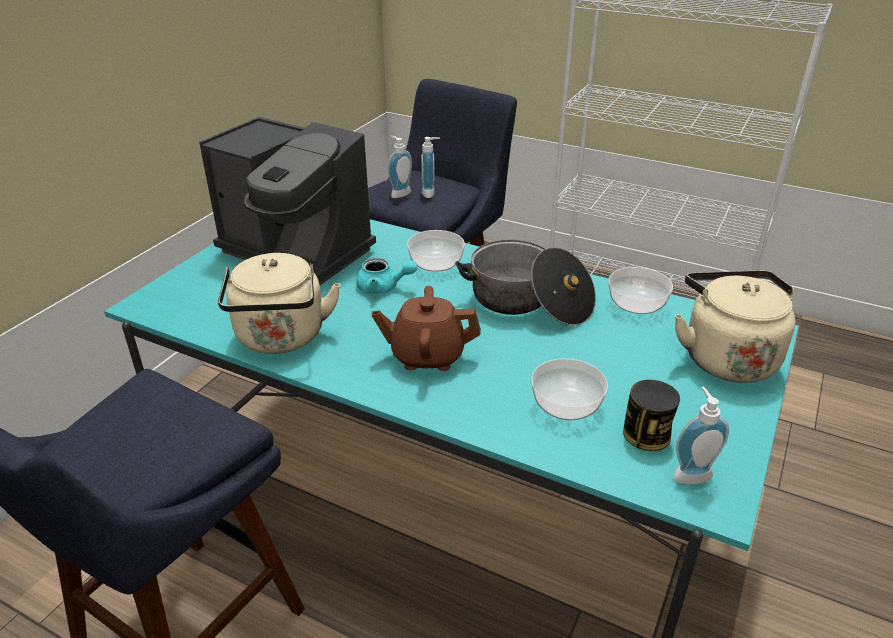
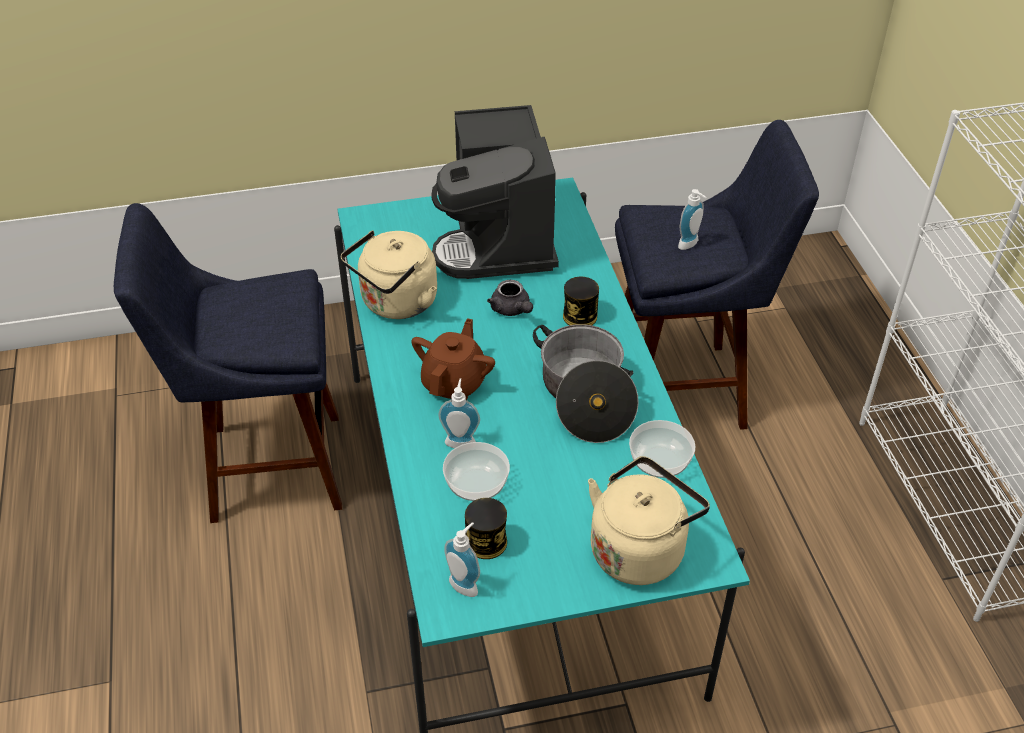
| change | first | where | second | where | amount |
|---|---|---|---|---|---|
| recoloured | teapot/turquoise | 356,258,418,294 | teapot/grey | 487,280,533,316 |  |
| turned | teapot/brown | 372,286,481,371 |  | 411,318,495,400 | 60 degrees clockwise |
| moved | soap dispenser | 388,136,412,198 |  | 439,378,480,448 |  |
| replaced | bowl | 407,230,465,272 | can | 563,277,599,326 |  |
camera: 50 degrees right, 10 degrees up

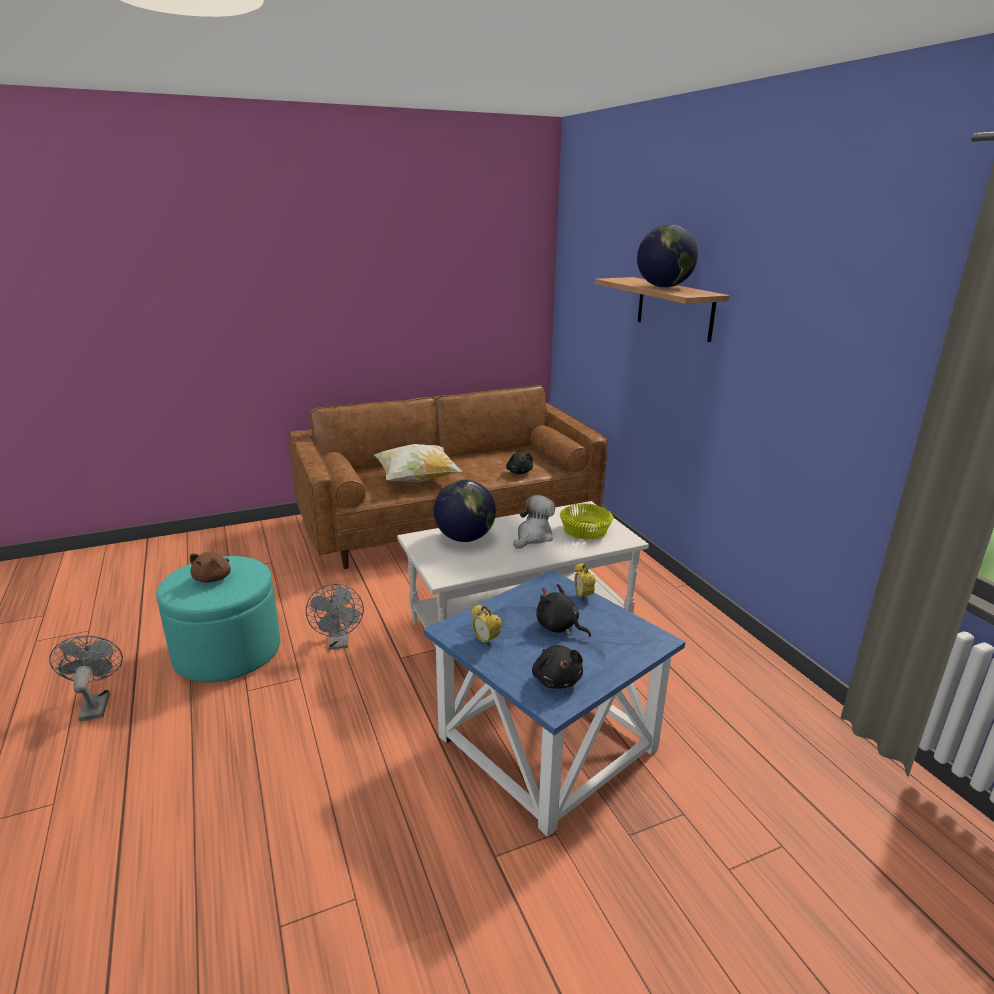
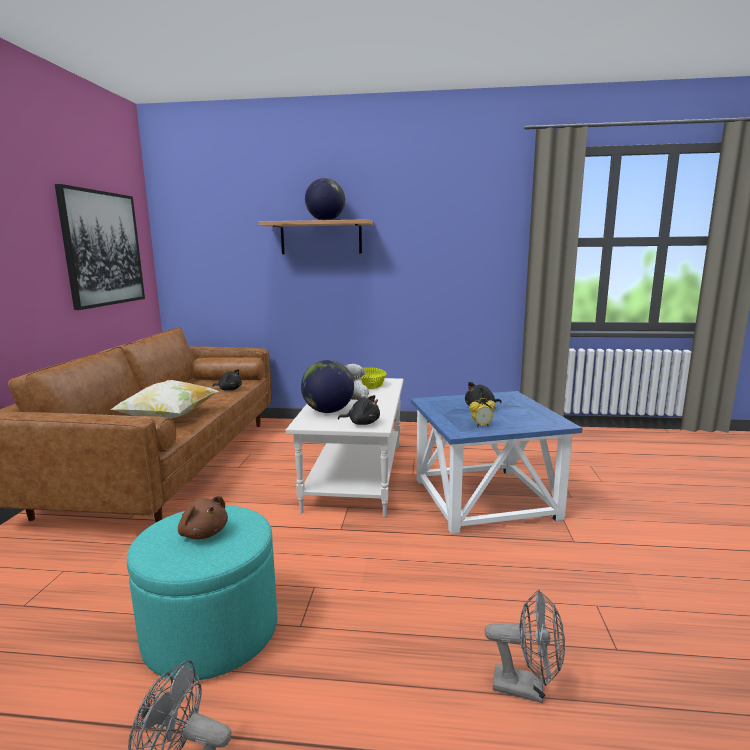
| change | first | where | second | where | amount |
|---|---|---|---|---|---|
| moved | fan/grey | 306,584,364,650 |  | 485,589,565,703 |  |
| moved | plush toy/black | 532,645,583,689 |  | 338,395,380,425 |  |
| removed | alarm clock | 574,563,596,601 |  |  |  |
| added |  |  | picture | 55,184,145,310 |  |
camera: 60 degrees left, 10 degrees down

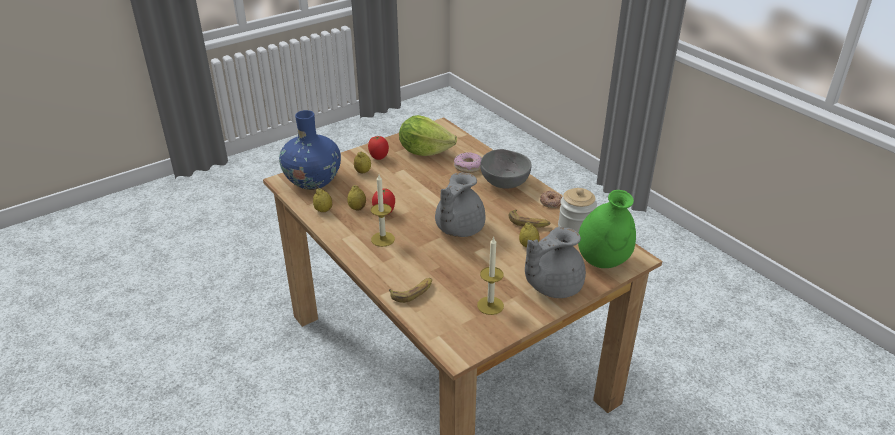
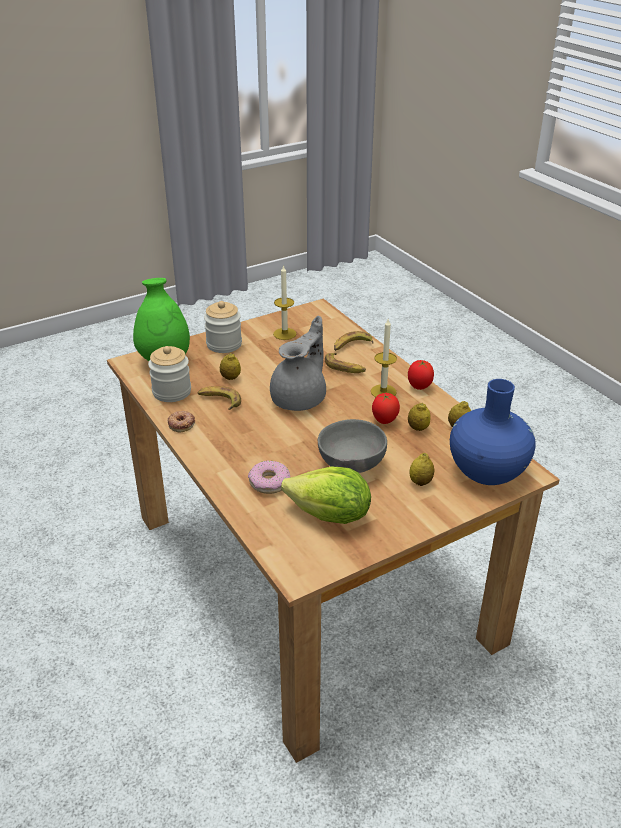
| change | first | where | second | where | amount |
|---|---|---|---|---|---|
| moved | tomato | 368,136,389,160 |  | 408,360,434,390 |  |
| moved | bowl/grey | 480,149,532,189 |  | 318,419,387,473 |  |
| replaced | teapot/grey | 525,227,586,298 | jar | 204,301,242,353 |  |
| added |  |  | banana | 325,353,366,373 |  |
camera: 175 degrees left, 0 degrees up

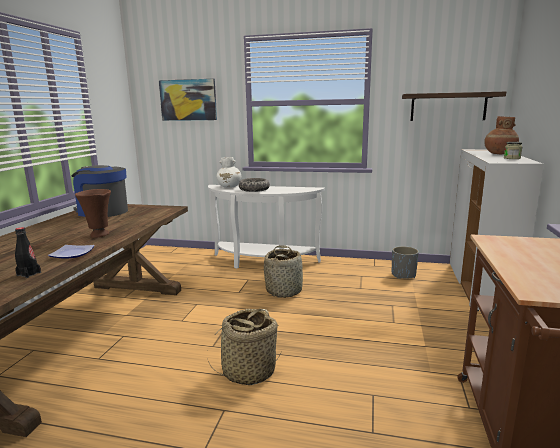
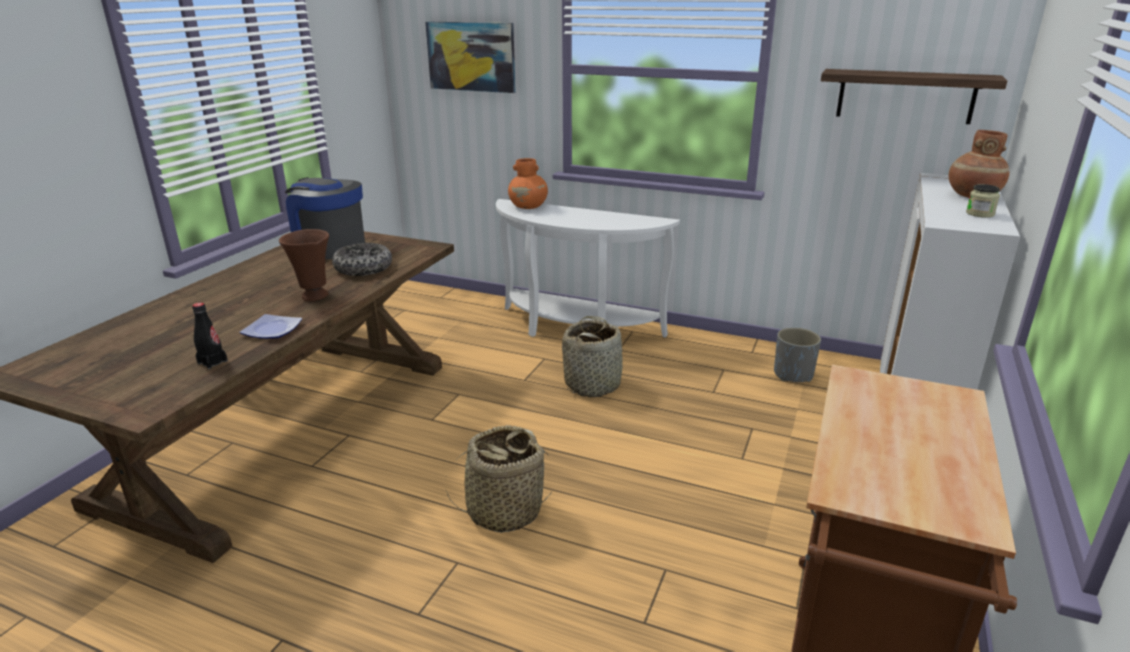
| change | first | where | second | where | amount |
|---|---|---|---|---|---|
| recoloured | vase/white | 217,157,241,188 | vase/orange | 508,158,548,209 |  |
| moved | bowl | 239,178,270,192 |  | 332,243,392,276 |  |
camera: 10 degrees right, 10 degrees up

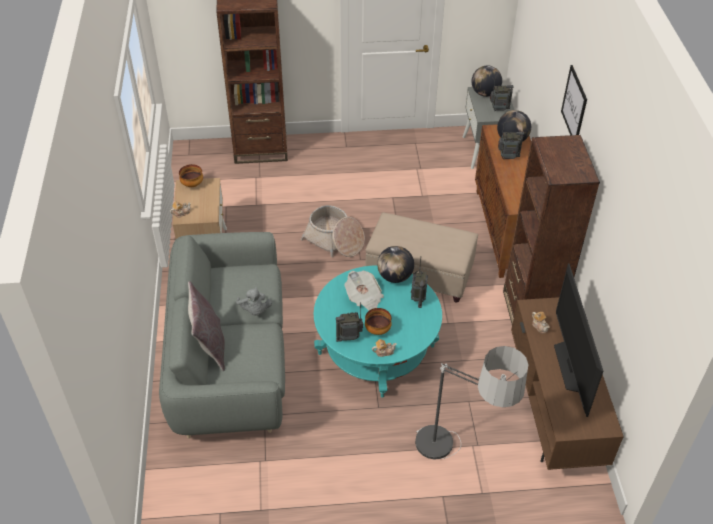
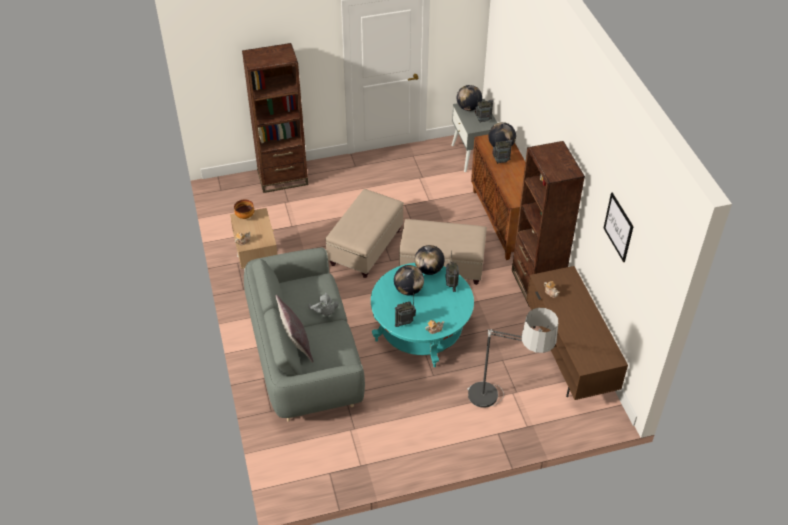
| change | first | where | second | where | amount |
|---|---|---|---|---|---|
| replaced | basket | 300,205,365,257 | ottoman/beige | 325,189,404,278 |  |
| replaced | newspaper | 344,271,384,311 | globe | 394,265,424,295 |  |
| removed | bowl | 365,308,392,335 |  |  |  |
| removed | television | 554,264,603,417 |  |  |  |
| moved | picture | 561,65,587,135 |  | 603,192,634,262 |  |
camera: 10 degrees left, 0 degrees up

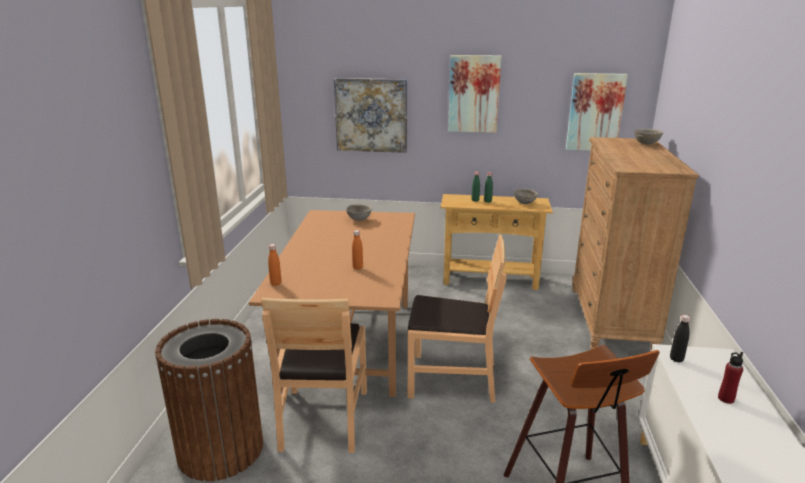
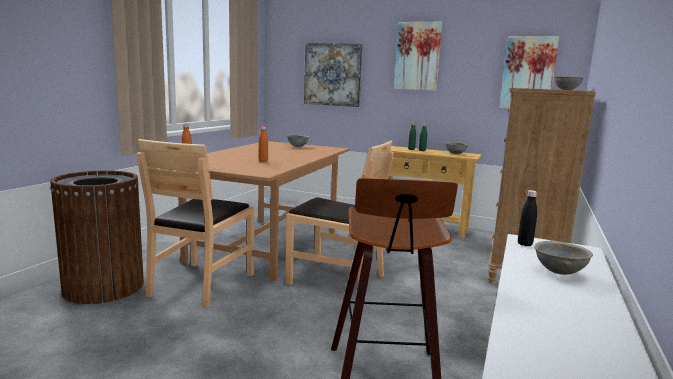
| change | first | where | second | where | amount |
|---|---|---|---|---|---|
| replaced | bottle/red | 718,352,743,404 | bowl/grey | 534,241,593,275 |  |
camera: 15 degrees right, 10 degrees down

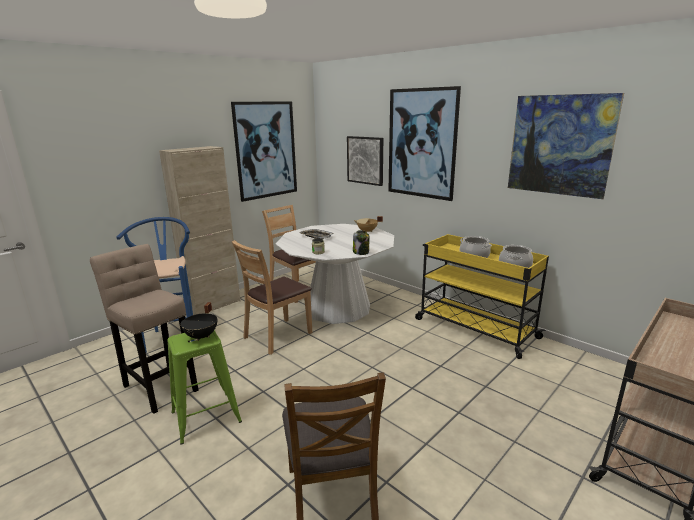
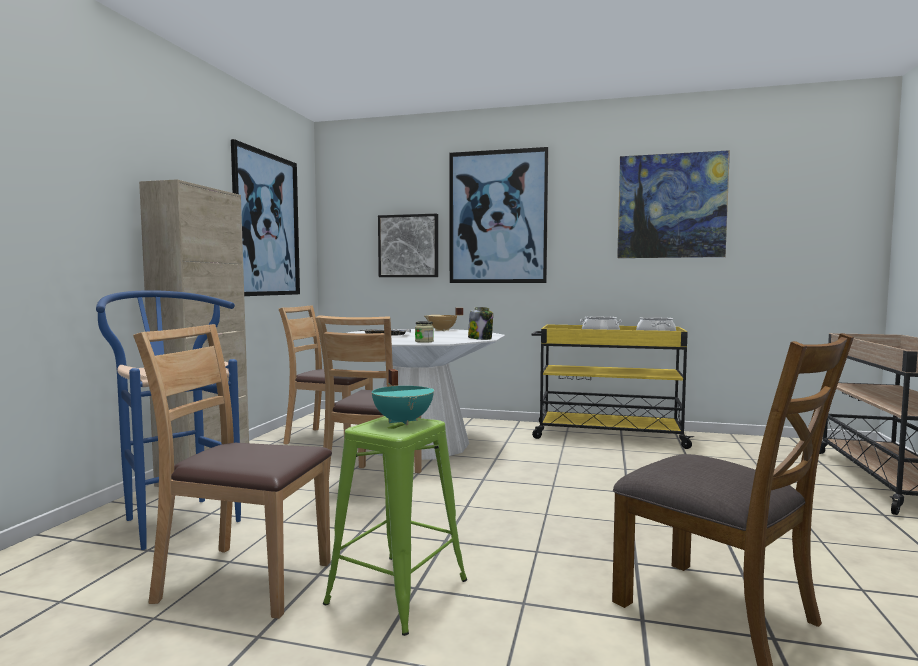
| change | first | where | second | where | amount |
|---|---|---|---|---|---|
| replaced | stool/beige | 90,244,198,414 | chair/brown | 133,324,332,619 |  |
| recoloured | cooking pot/black | 181,302,217,341 | cooking pot/turquoise | 372,369,434,425 |  |
camera: 30 degrees left, 15 degrees down

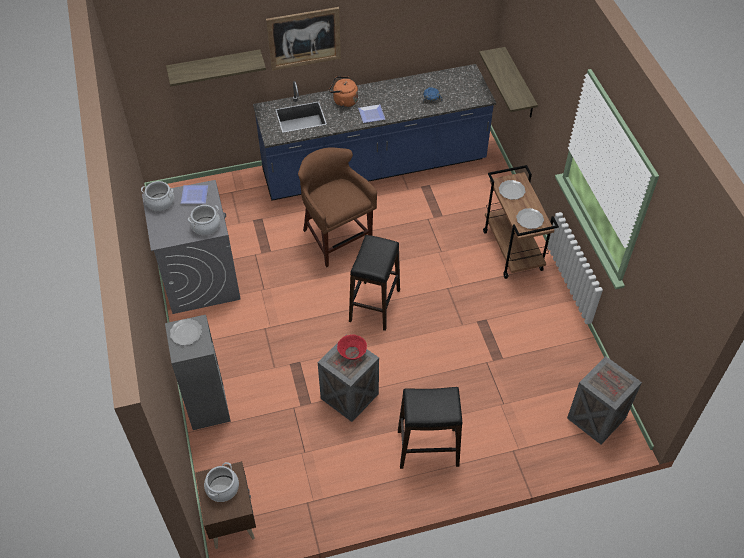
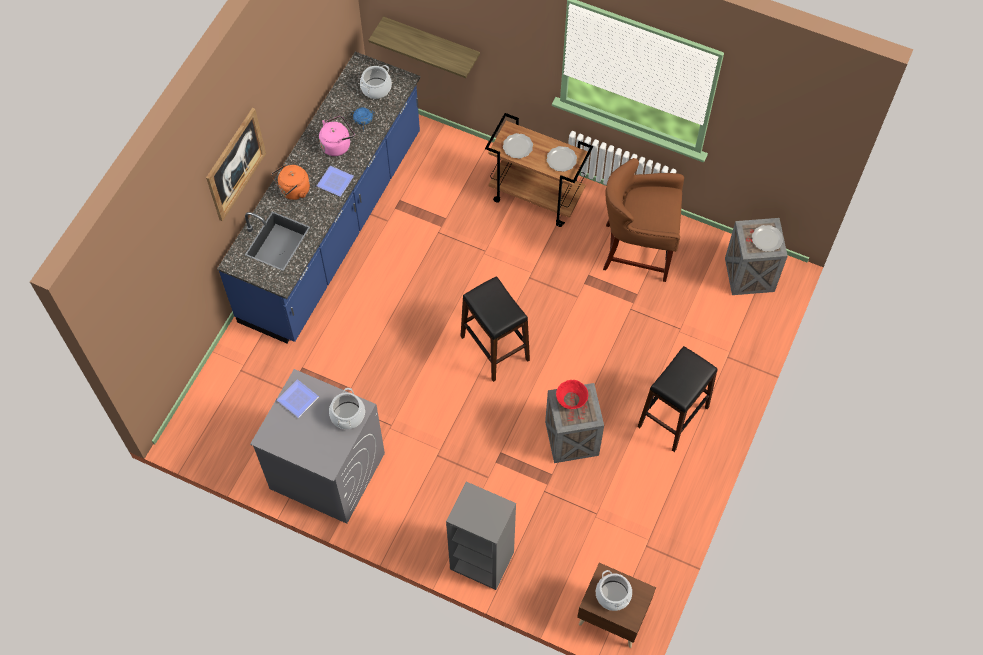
| change | first | where | second | where | amount |
|---|---|---|---|---|---|
| moved | cooking pot | 141,181,174,211 |  | 360,65,392,99 |  |
| removed | shelf | 166,50,266,86 |  |  |  |
| moved | plate | 170,319,202,346 |  | 752,225,783,252 |  |
| moved | stool/brown | 298,148,377,267 |  | 603,158,684,282 |  |
| added |  |  | kettle/pink | 319,116,354,156 |  |
camera: 50 degrees left, 10 degrees up

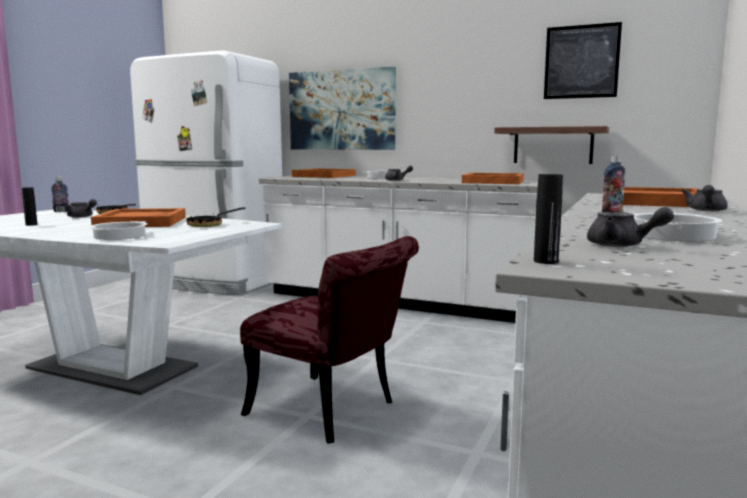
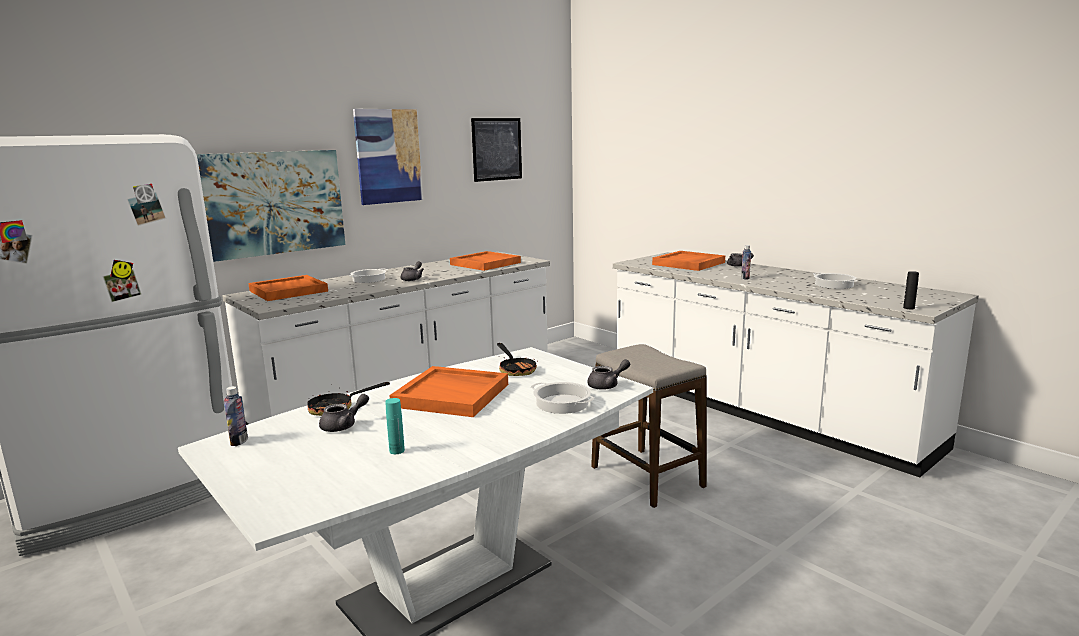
| change | first | where | second | where | amount |
|---|---|---|---|---|---|
| recoloured | bottle/black | 22,187,37,226 | bottle/turquoise | 385,398,405,454 |  |
| replaced | chair/red | 240,236,419,443 | stool | 591,344,707,508 |  |
| removed | shelf | 494,126,609,164 |  |  |  |
| moved | teapot/grey | 587,207,674,247 |  | 587,359,630,390 |  |
| added |  |  | picture | 353,109,423,205 |  |
camera: 65 degrees left, 5 degrees up

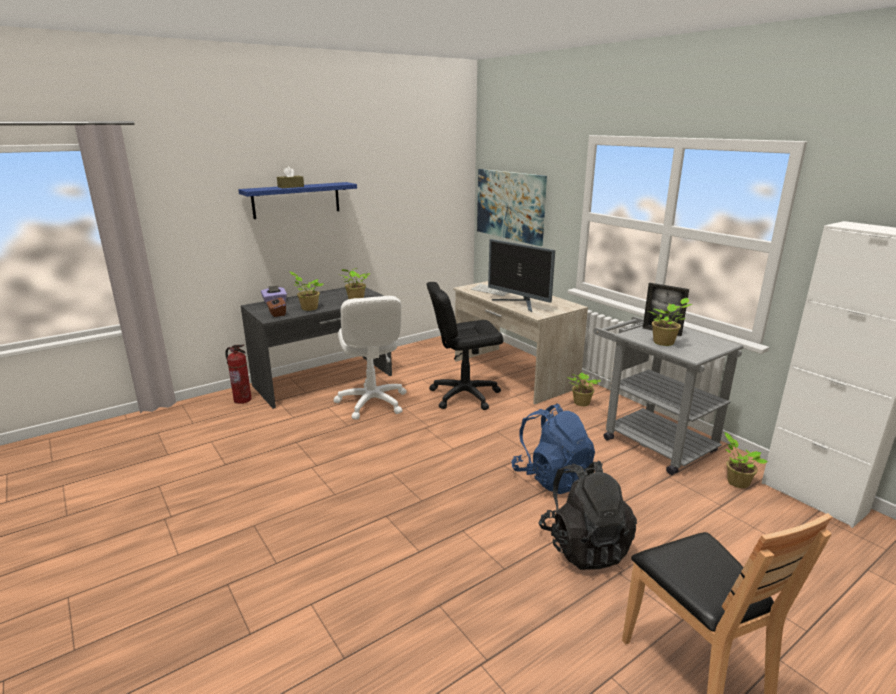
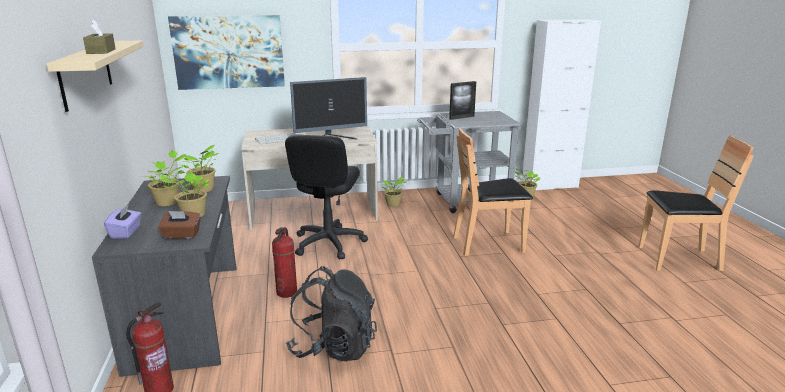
| change | first | where | second | where | amount |
|---|---|---|---|---|---|
| recoloured | shelf/blue | 238,182,357,219 | shelf/beige | 47,40,144,112 |  |
| replaced | office chair/white | 333,296,407,420 | fire extinguisher | 272,227,297,298 |  |
| replaced | backpack/blue | 511,403,595,494 | chair/brown | 453,127,533,256 |  |
| moved | backpack/black | 539,461,637,570 |  | 286,266,377,361 |  |
| moved | potted plant | 648,298,692,346 |  | 142,150,186,206 |  |
camera: 65 degrees left, 0 degrees up

